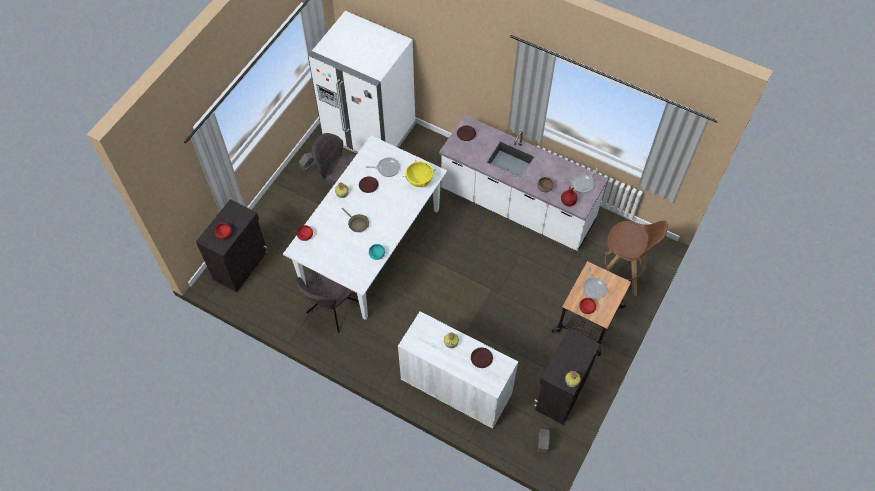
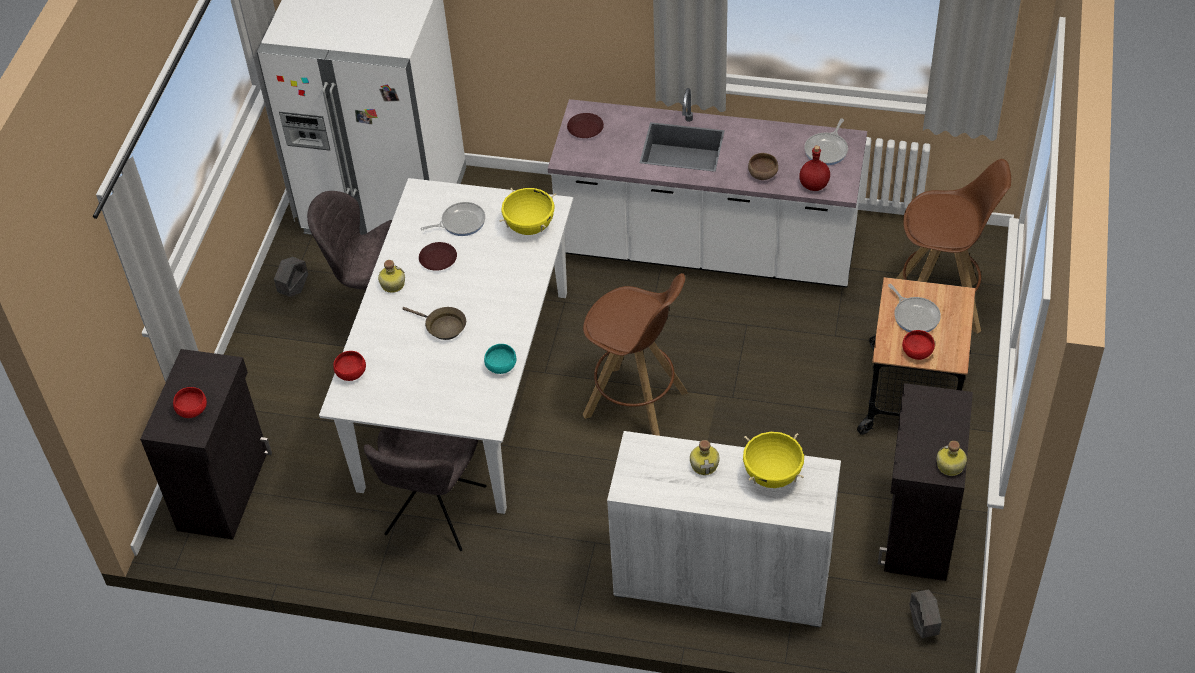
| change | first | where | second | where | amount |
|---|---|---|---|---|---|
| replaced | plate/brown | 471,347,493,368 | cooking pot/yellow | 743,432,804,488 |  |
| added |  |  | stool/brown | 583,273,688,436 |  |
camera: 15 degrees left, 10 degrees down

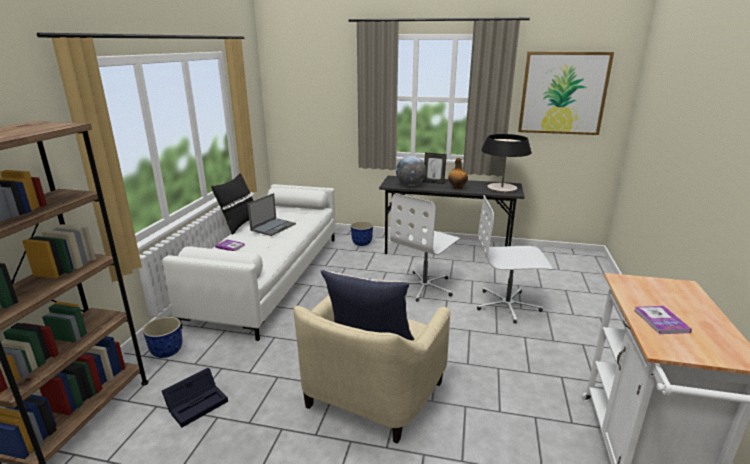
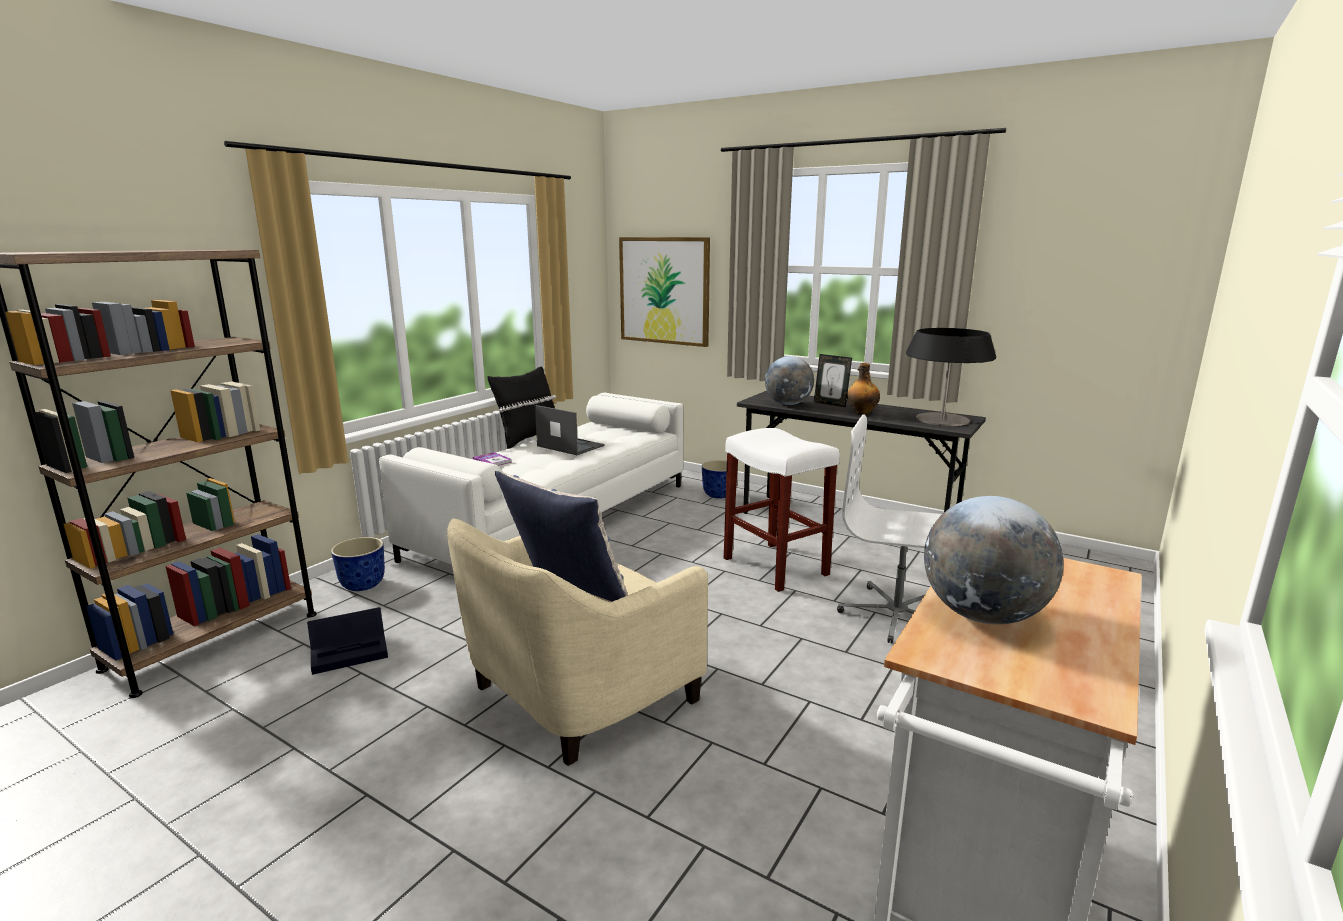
| change | first | where | second | where | amount |
|---|---|---|---|---|---|
| turned | laptop | 247,193,296,236 |  | 535,405,604,455 | 105 degrees counterclockwise |
| replaced | office chair/white | 390,193,461,302 | stool/white | 724,428,840,592 |  |
| moved | picture | 518,52,614,135 |  | 619,237,710,347 |  |
| replaced | book | 634,306,692,334 | globe | 924,496,1064,625 |  |
camera: 20 degrees right, 5 degrees down

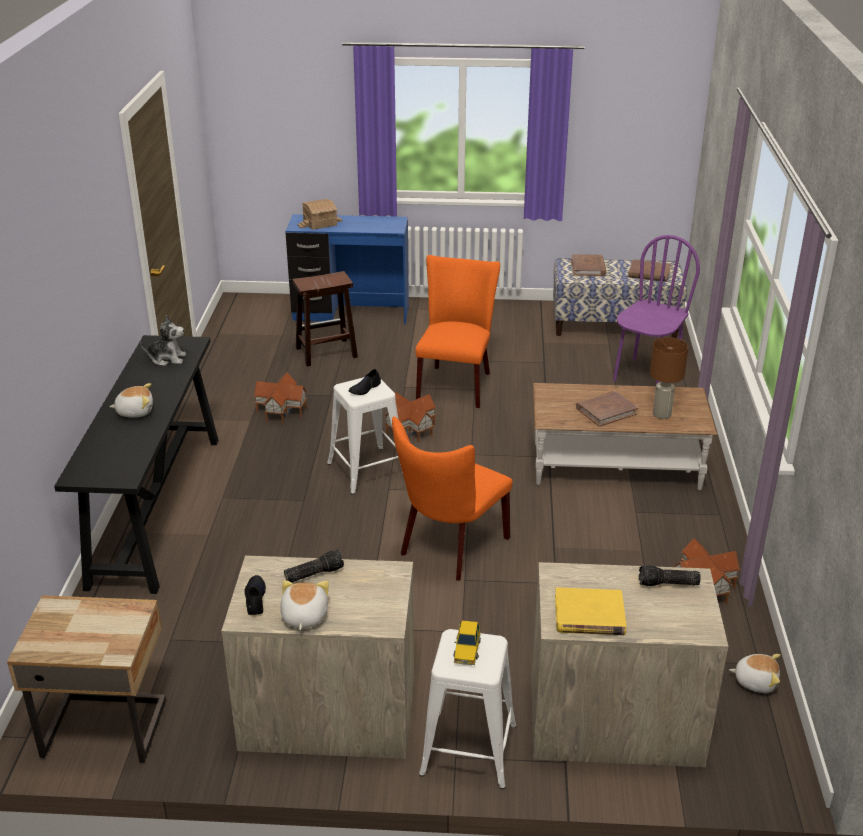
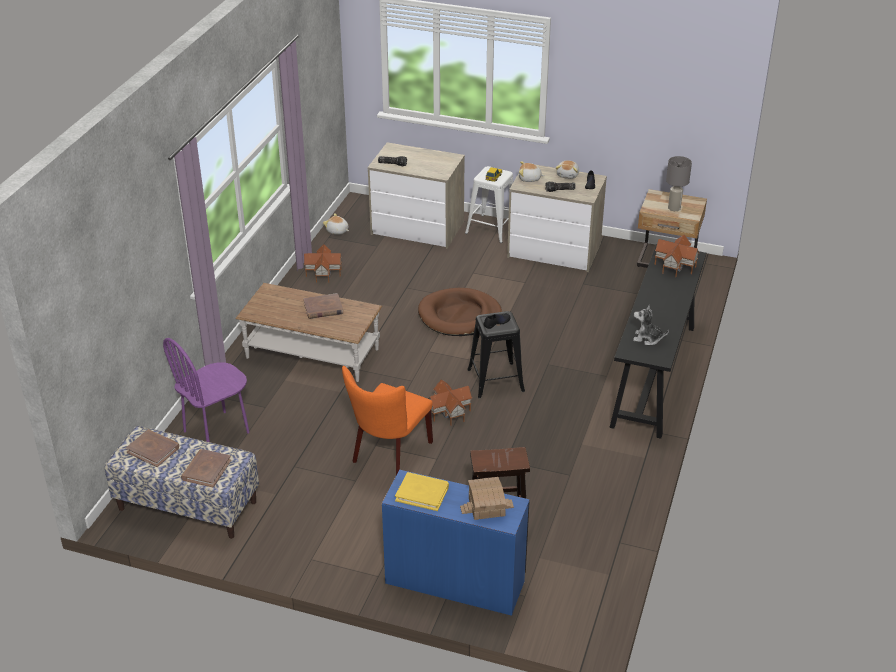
| change | first | where | second | where | amount |
|---|---|---|---|---|---|
| moved | plush toy | 109,383,153,417 |  | 519,161,545,182 |  |
| moved | toy house | 254,372,307,424 |  | 655,234,699,277 |  |
| recoloured | stool/white | 327,377,403,495 | stool/black | 468,311,525,399 |  |
| replaced | chair/orange | 392,416,513,581 | dog bed/brown | 418,288,502,336 |  |
| moved | book/yellow | 555,587,626,635 |  | 395,472,449,511 |  |
| removed | table lamp/brown | 650,337,688,419 |  |  |  |
| added |  |  | table lamp/grey | 666,156,692,211 |  |
camera: 165 degrees left, 5 degrees up

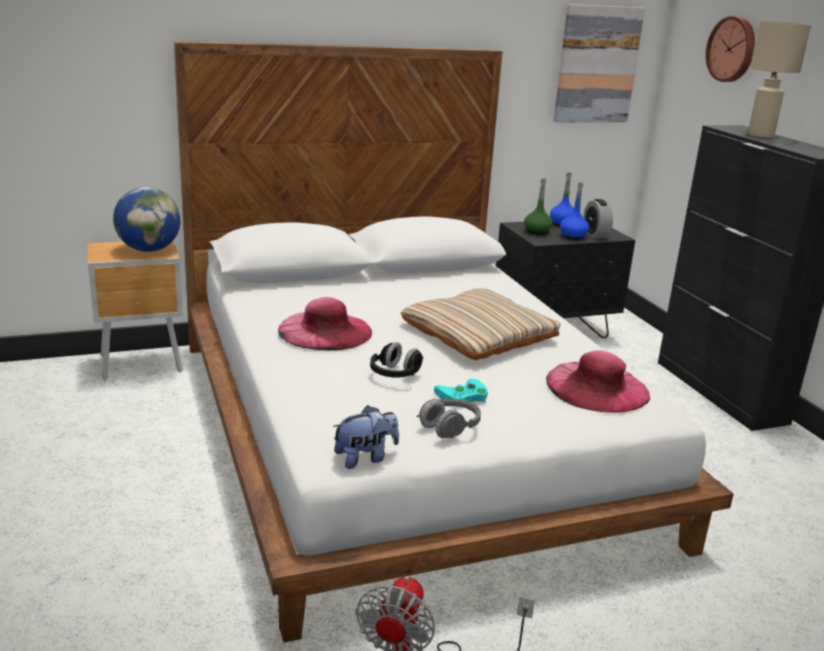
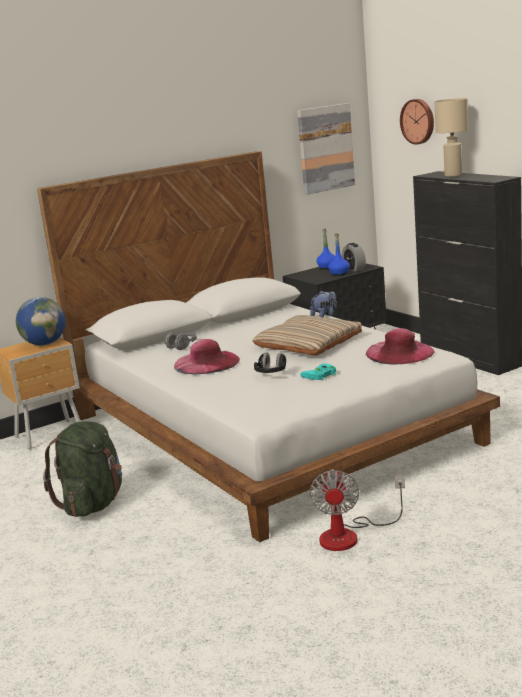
| change | first | where | second | where | amount |
|---|---|---|---|---|---|
| moved | plush toy | 333,405,399,469 |  | 310,291,337,318 |  |
| moved | headphones/grey | 416,398,481,438 |  | 164,332,197,350 |  |
| removed | bottle/green | 524,178,553,235 |  |  |  |
| added |  |  | backpack/green | 43,421,122,517 |  |
camera: 10 degrees left, 5 degrees down

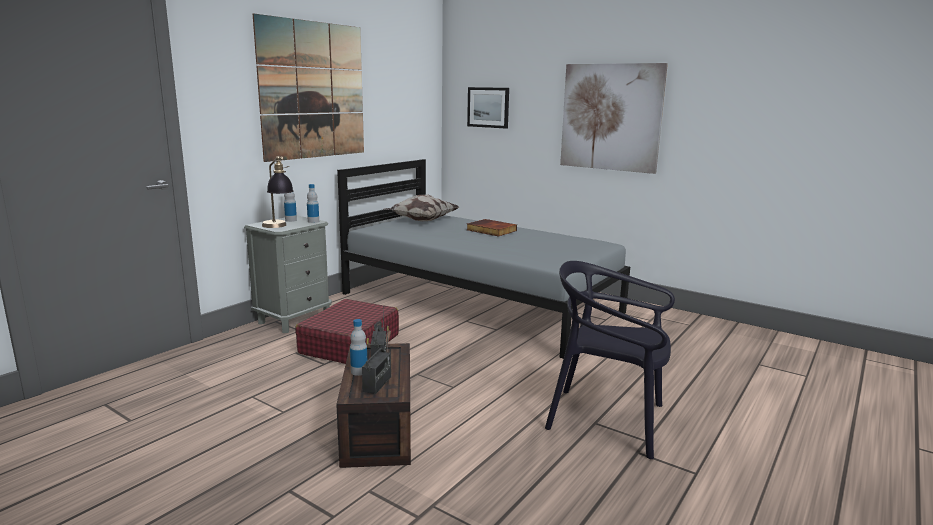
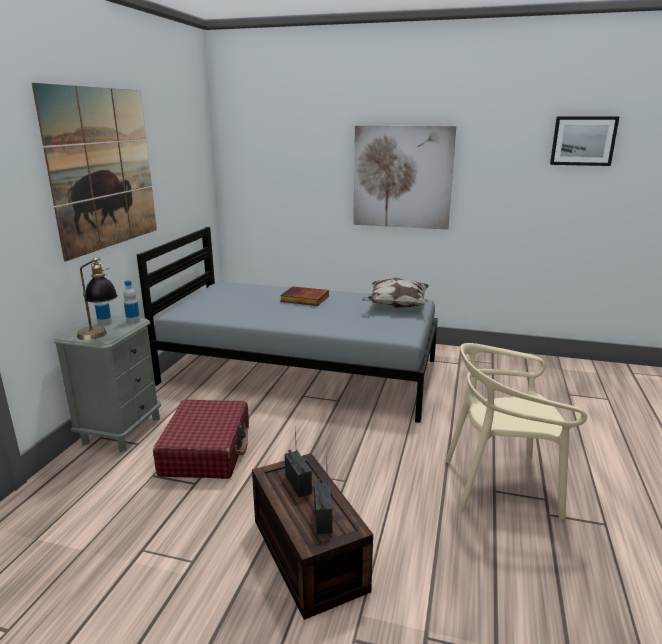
| change | first | where | second | where | amount |
|---|---|---|---|---|---|
| removed | bottle | 350,319,367,376 |  |  |  |
| moved | pillow | 384,194,459,221 |  | 362,277,429,308 |  |
| moved | picture | 467,87,509,129 |  | 550,116,620,166 |  |
| recoloured | chair/black | 545,261,675,459 | chair/beige | 445,343,587,520 |  |
camera: 20 degrees left, 5 degrees up

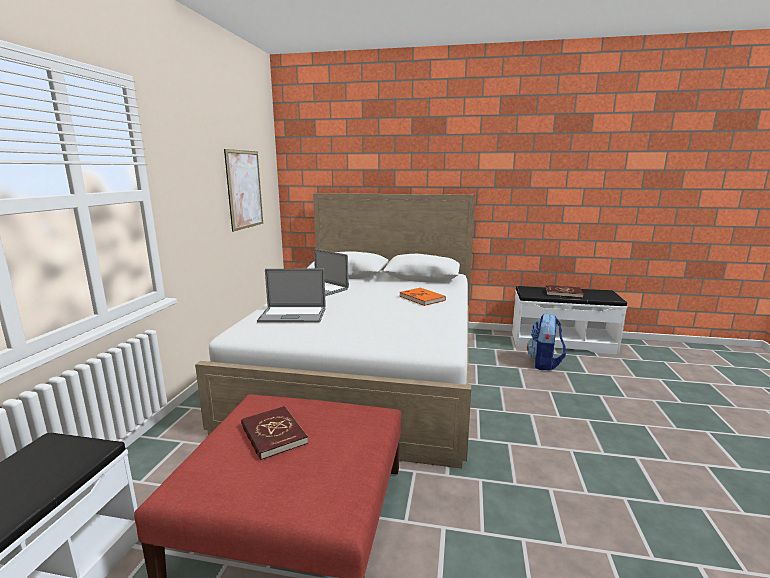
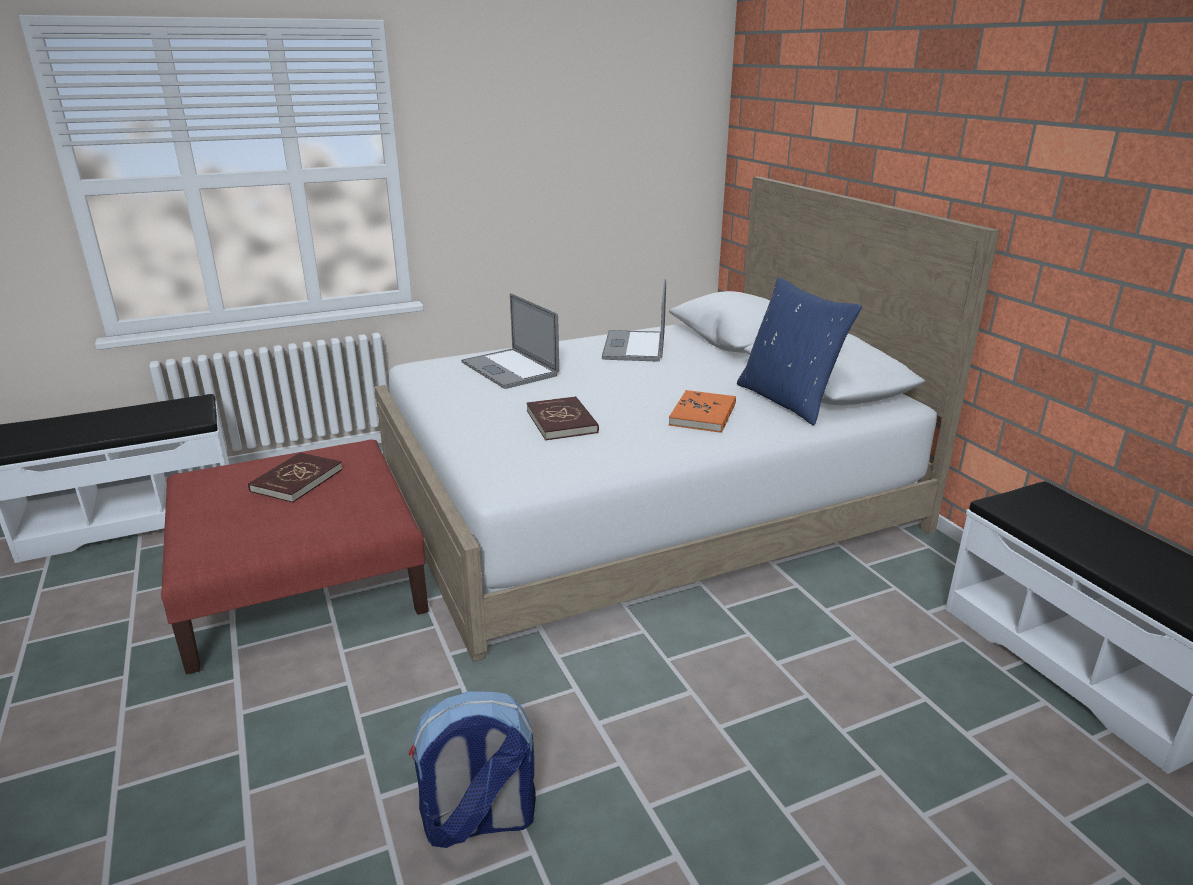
| change | first | where | second | where | amount |
|---|---|---|---|---|---|
| removed | picture | 224,149,263,232 |  |  |  |
| moved | backpack | 527,313,566,371 |  | 409,691,536,848 |  |
| moved | book/red | 546,285,583,298 |  | 527,396,599,440 |  |
| added |  |  | pillow/blue | 737,277,862,425 |  |
camera: 55 degrees right, 10 degrees up

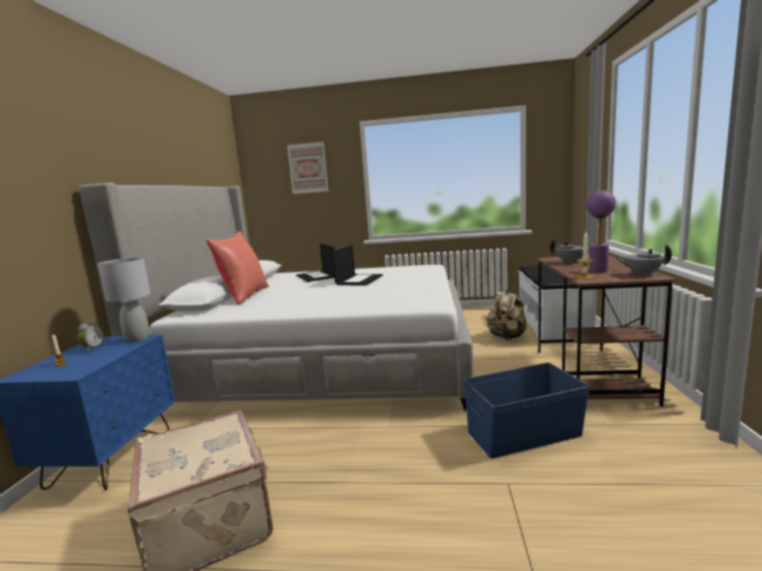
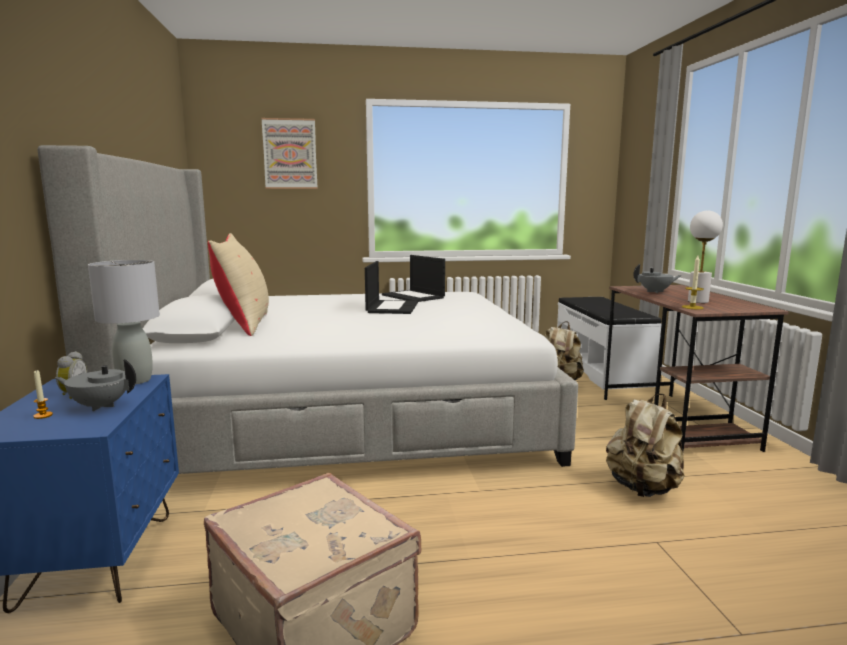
| change | first | where | second | where | amount |
|---|---|---|---|---|---|
| recoloured | pillow/red | 206,231,269,305 | pillow/beige | 208,233,269,336 |  |
| moved | laptop | 296,244,335,282 |  | 382,255,445,302 |  |
| replaced | storage box/blue | 463,363,590,458 | backpack/beige | 606,394,685,497 |  |
| recoloured | table lamp/purple | 586,190,616,272 | table lamp/white | 688,211,723,303 |  |
| moved | teapot/grey | 616,245,672,276 |  | 55,359,136,411 |  |
camera: 15 degrees left, 0 degrees up

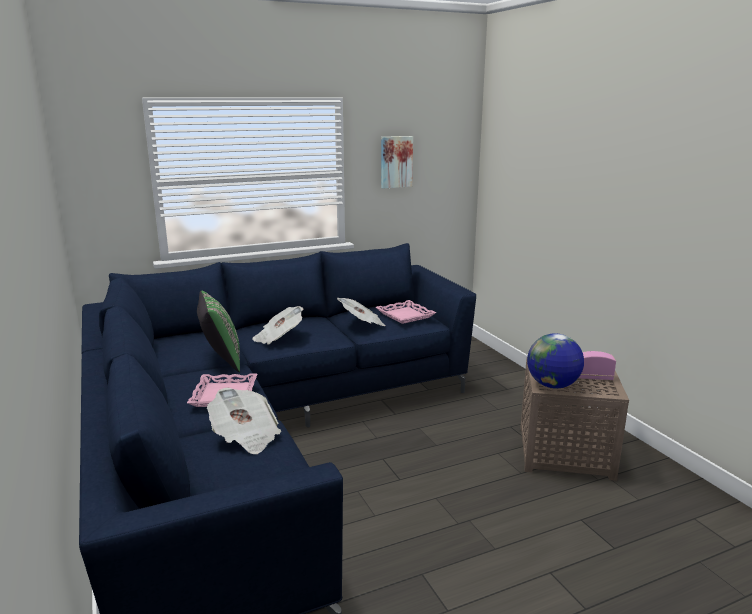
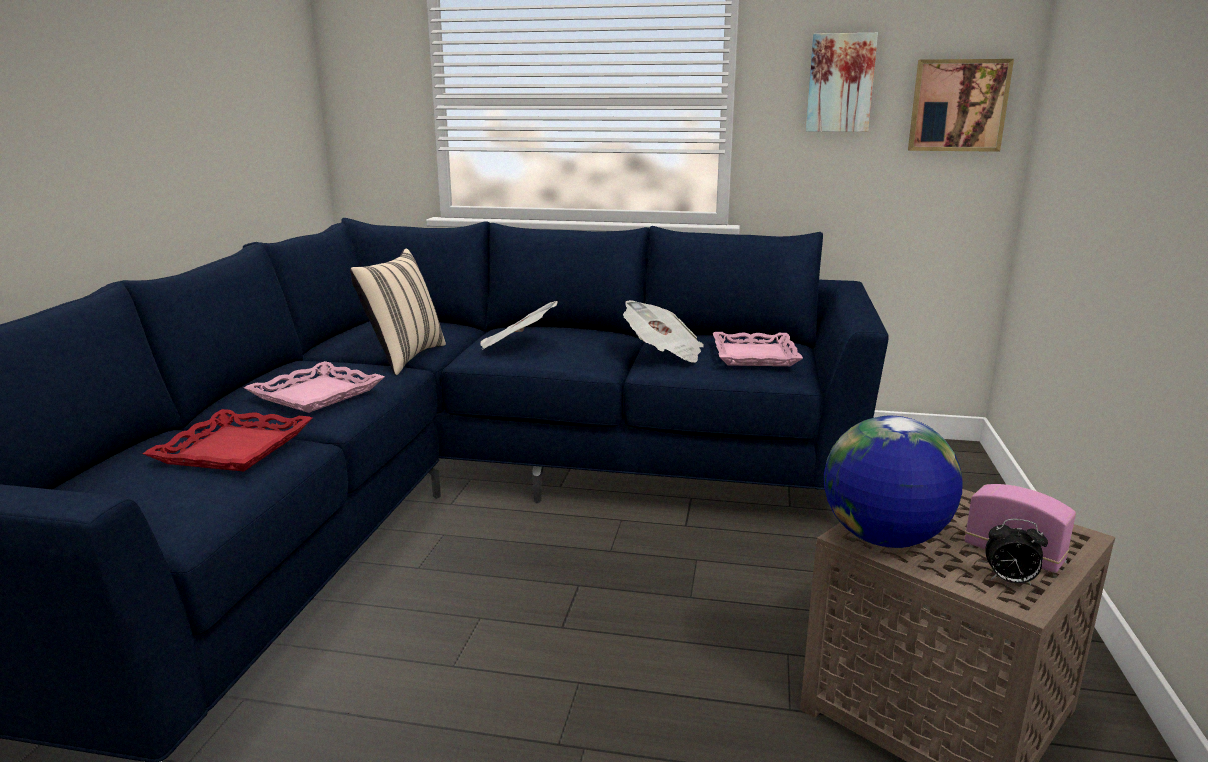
| change | first | where | second | where | amount |
|---|---|---|---|---|---|
| recoloured | pillow/green | 197,290,240,372 | pillow/beige | 350,249,446,375 |  |
| replaced | newspaper | 207,388,281,454 | tray/red | 143,409,312,472 |  |
| added |  |  | picture | 908,59,1014,152 |  |
| added |  |  | alarm clock | 985,519,1048,585 |  |
camera: 35 degrees right, 0 degrees up

